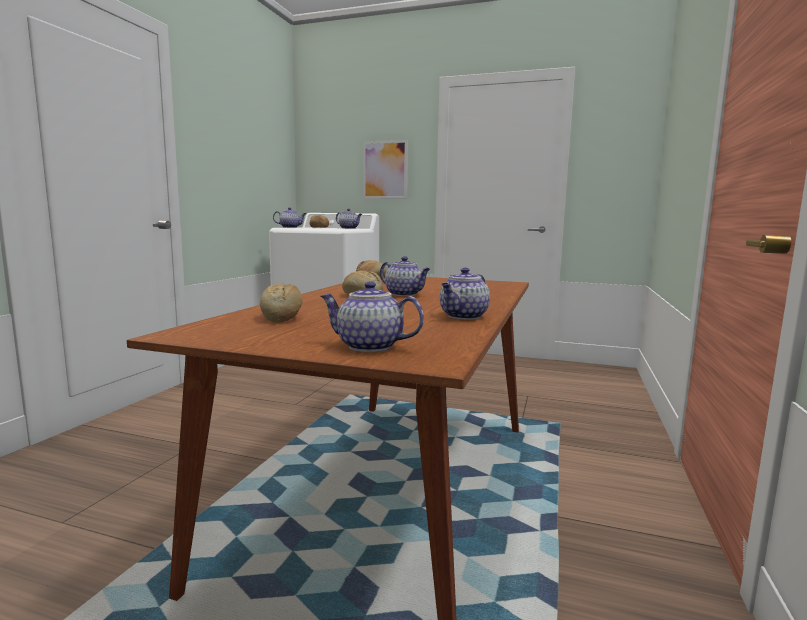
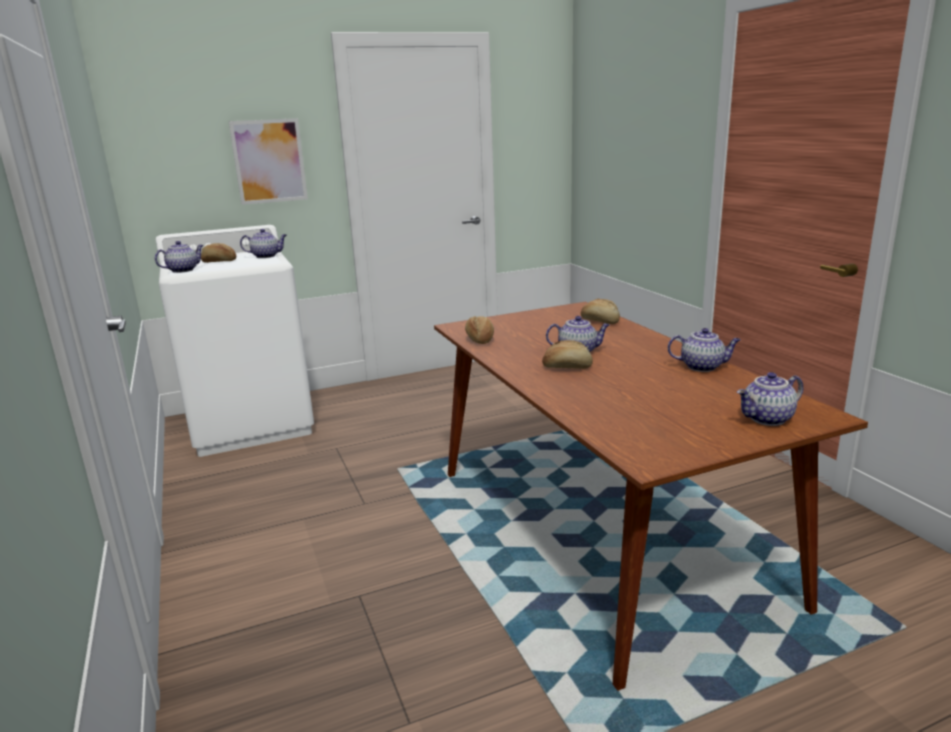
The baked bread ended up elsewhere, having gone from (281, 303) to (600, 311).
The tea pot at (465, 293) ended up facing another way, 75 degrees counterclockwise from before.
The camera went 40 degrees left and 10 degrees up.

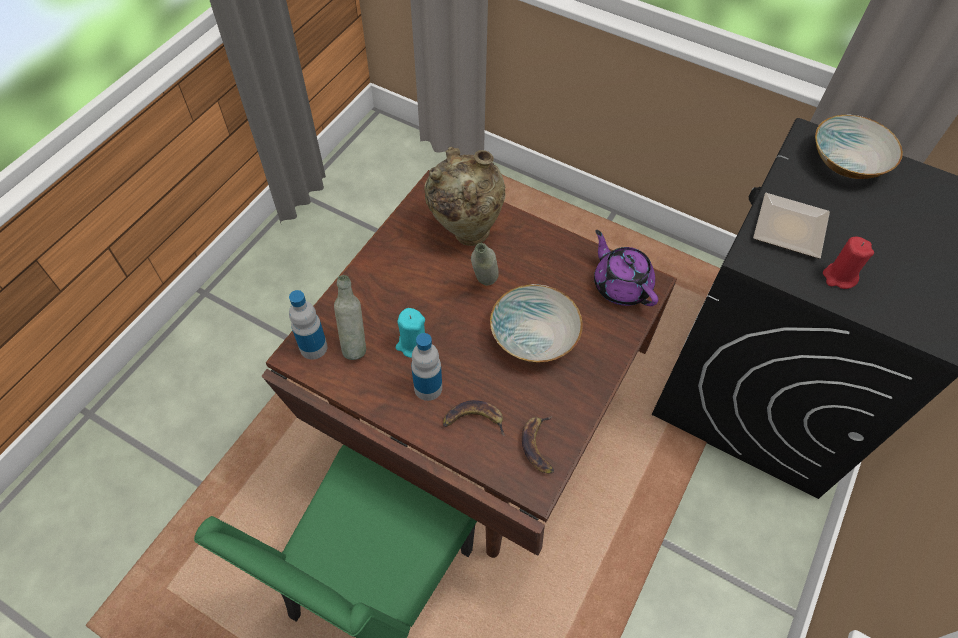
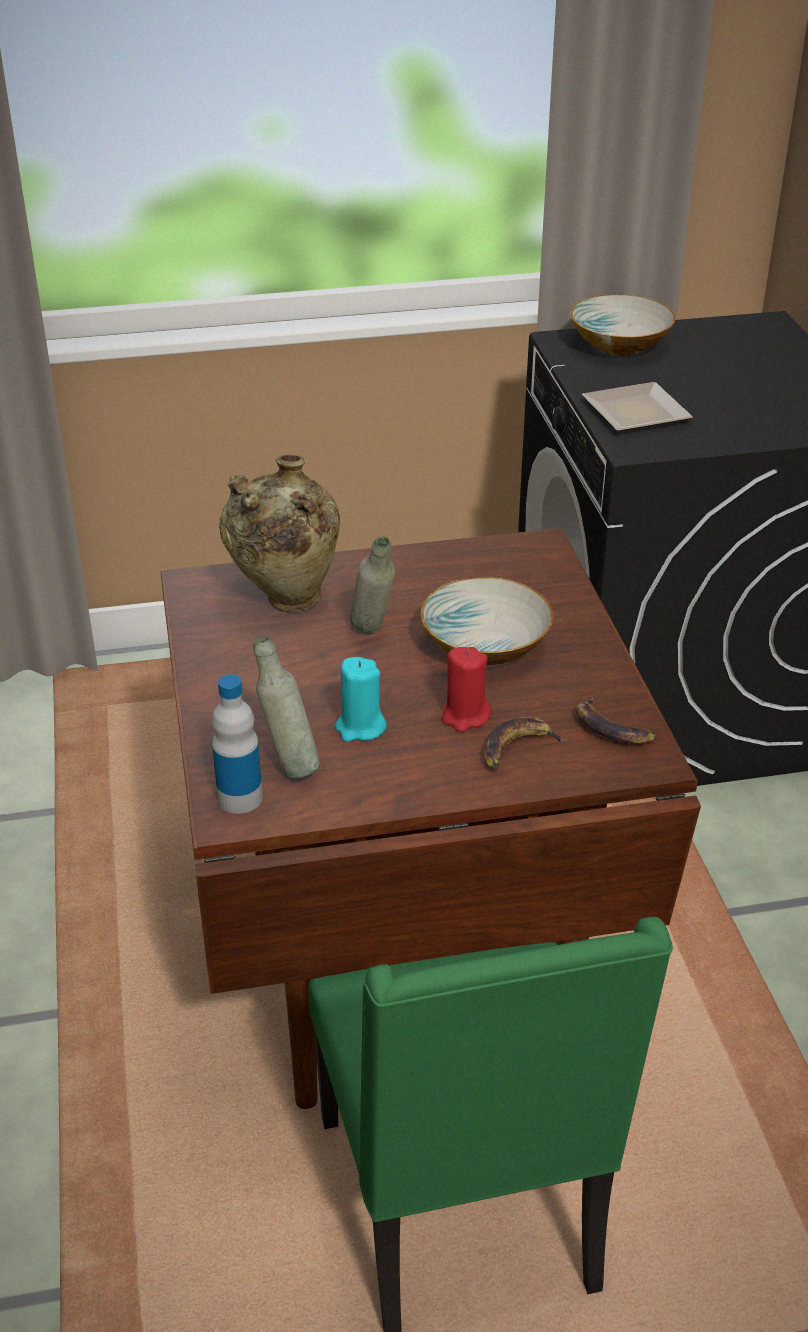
The second view lost the beverage bottle at (426, 367).
The second view lost the tea pot in purple-coloured at (626, 268).
The wax candle in red-coloured ended up elsewhere, having gone from (848, 263) to (466, 689).
The camera went 40 degrees left and 20 degrees down.

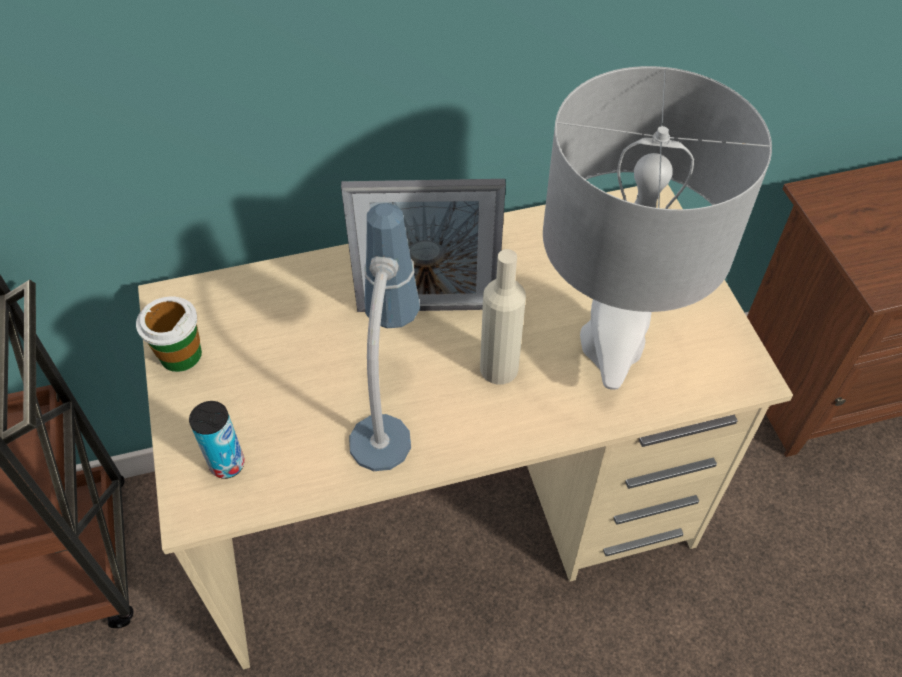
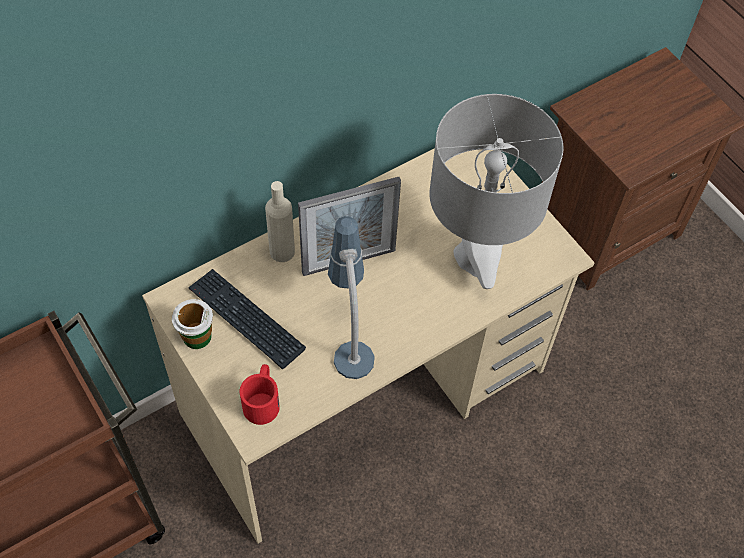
Where the metal can stood at (217, 440), the tea mug in red-coloured came to stand at (260, 394).
The beverage bottle in beige-coloured ended up elsewhere, having gone from (503, 317) to (280, 221).
The second view gained the computer keyboard at (247, 319).
The camera went 20 degrees left and 5 degrees up.

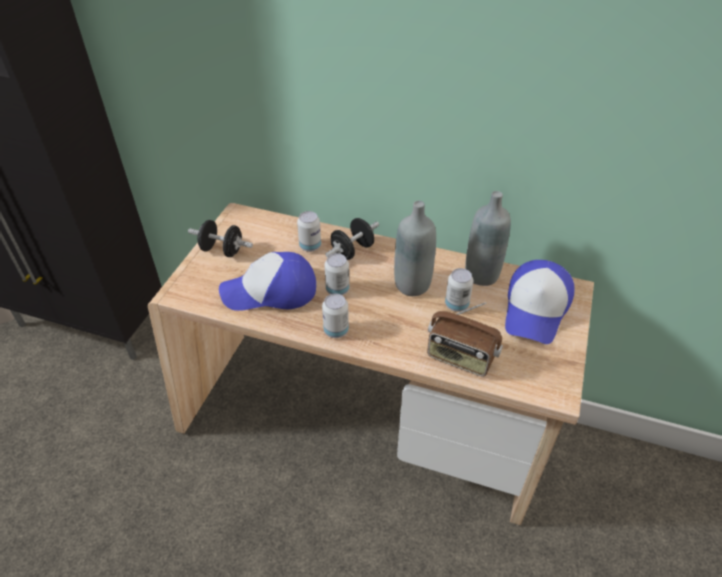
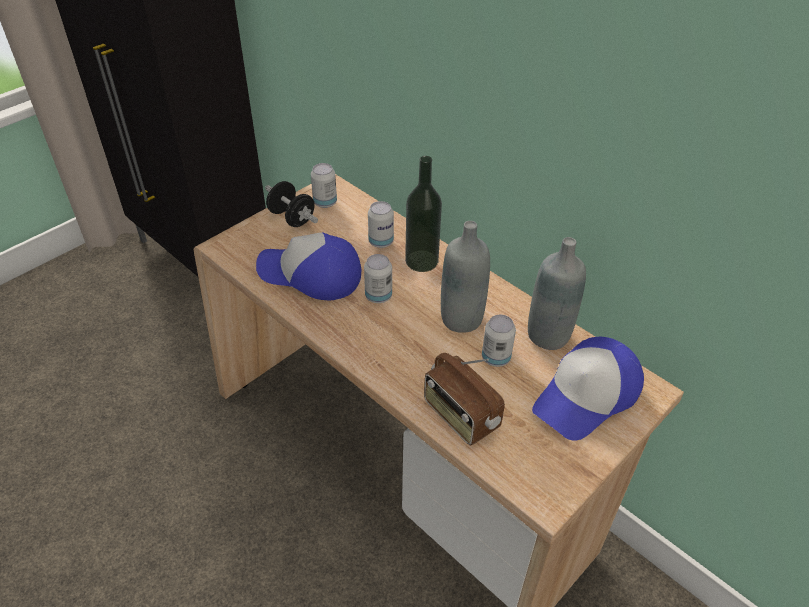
The metal can ended up elsewhere, having gone from (335, 315) to (324, 185).
Where the free weight in blackish stood at (352, 239), the beverage bottle came to stand at (423, 214).
The camera went 25 degrees right and 0 degrees up.

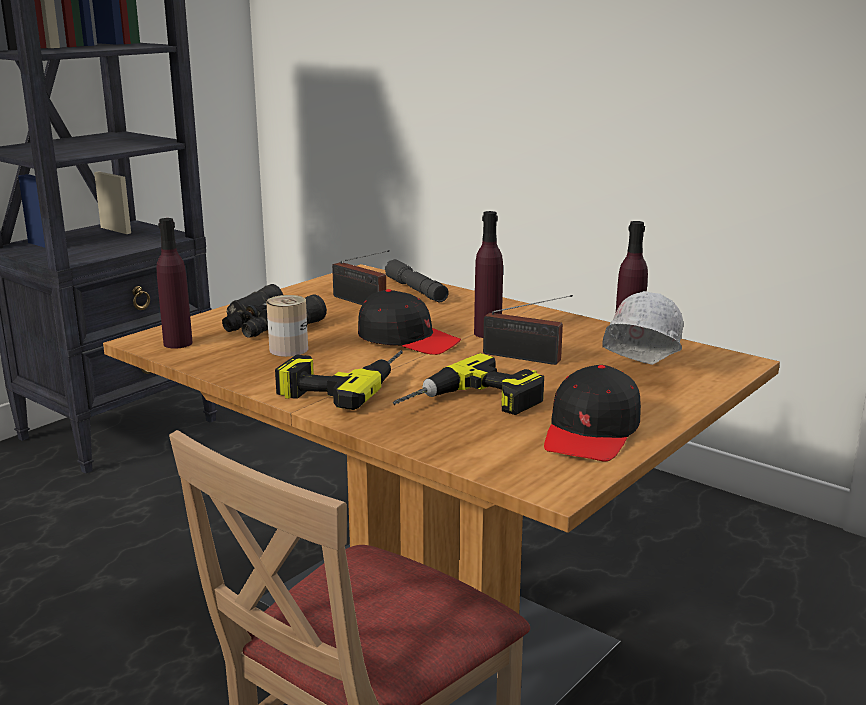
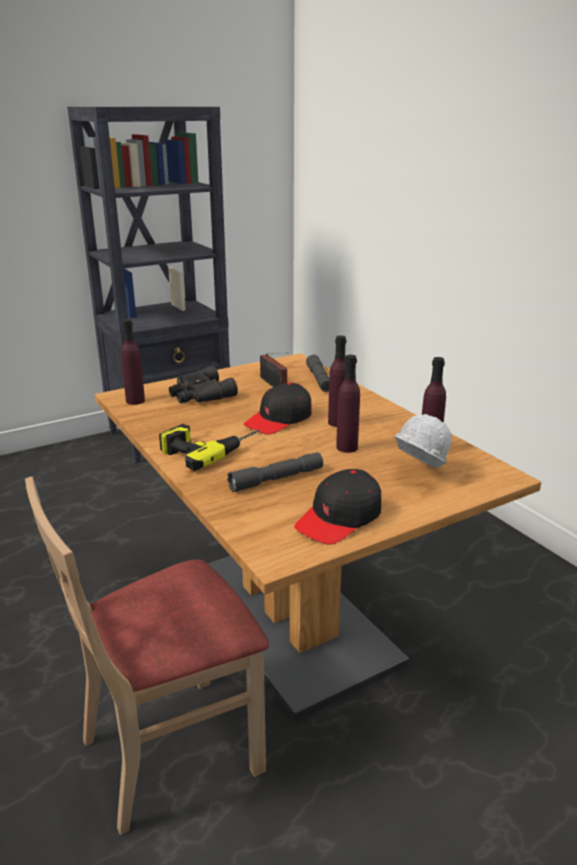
The second view lost the metal can at (287, 326).
The cap in blackish at (409, 322) ended up facing another way, 90 degrees clockwise from before.
Where the drill stood at (468, 384), the hand torch in gray came to stand at (275, 472).
Where the radio stood at (528, 330), the beverage bottle in purple-coloured came to stand at (348, 404).
The camera went 20 degrees right and 5 degrees up.

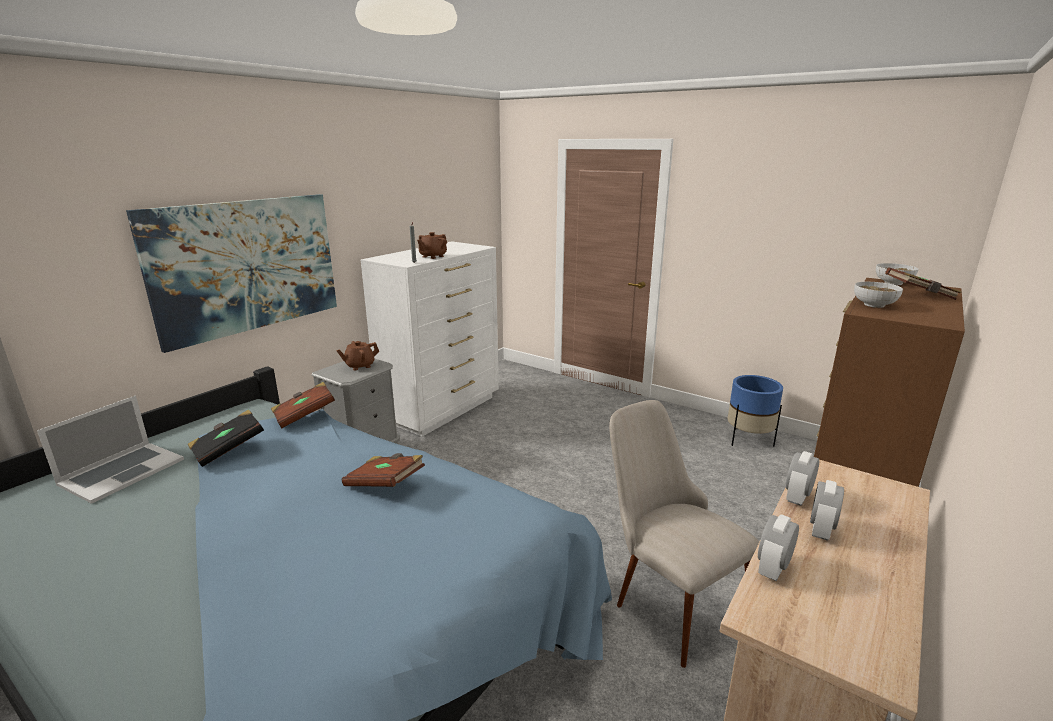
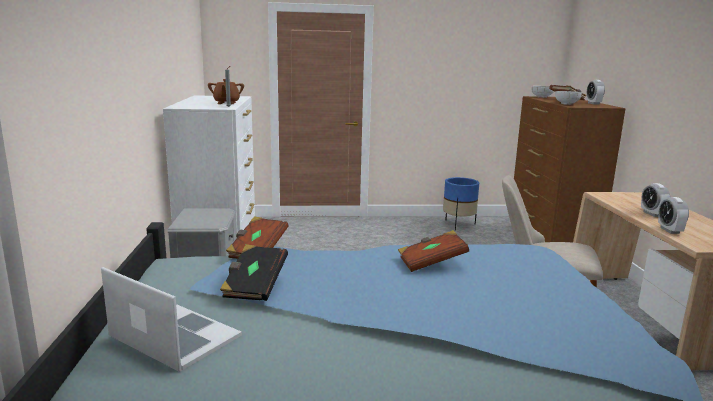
The notebook computer at (110, 450) ended up facing another way, 45 degrees counterclockwise from before.
The second view lost the wall art at (231, 273).
The second view lost the tea pot in brown at (357, 355).
The alarm clock ended up elsewhere, having gone from (802, 478) to (596, 92).
The camera went 40 degrees left and 5 degrees down.

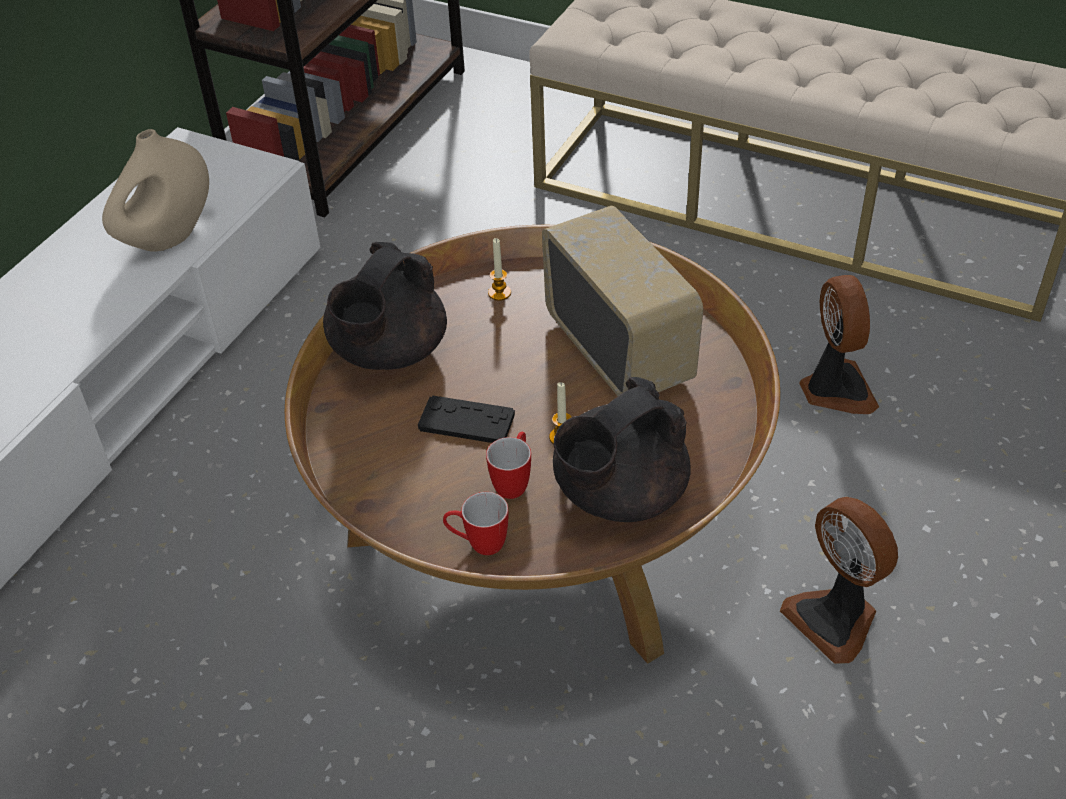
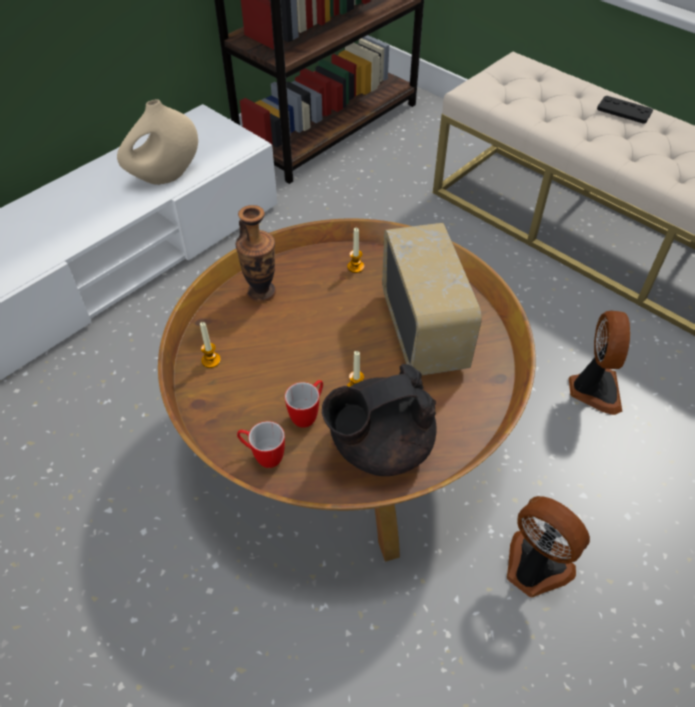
Where the tea pot in blackish stood at (385, 306), the flower vase came to stand at (256, 253).
The gamepad in blackish ended up elsewhere, having gone from (466, 419) to (625, 109).
The fan at (839, 580) ended up facing another way, 150 degrees clockwise from before.
The second view gained the wax candle at (210, 345).
The camera went 15 degrees right and 5 degrees up.

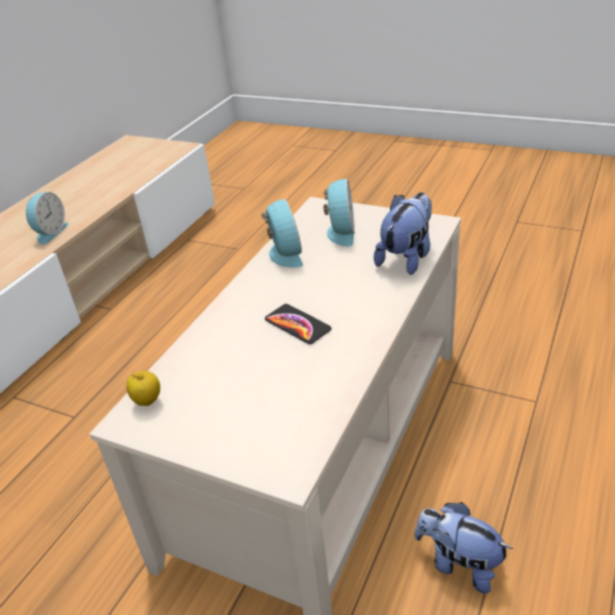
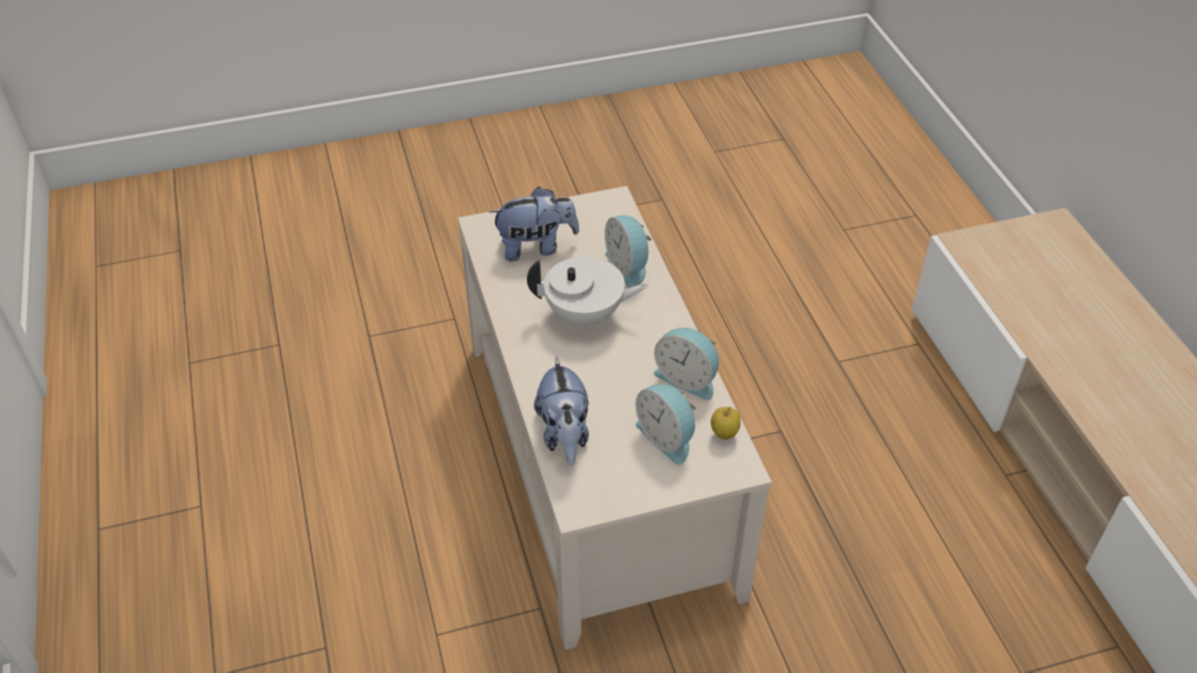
The alarm clock ended up elsewhere, having gone from (47, 218) to (628, 251).
The whole apple ended up elsewhere, having gone from (143, 388) to (725, 423).
Where the telephone stood at (298, 324), the tea pot in whitish came to stand at (587, 293).
The plush toy ended up elsewhere, having gone from (464, 548) to (534, 224).
The camera went 135 degrees right and 10 degrees up.

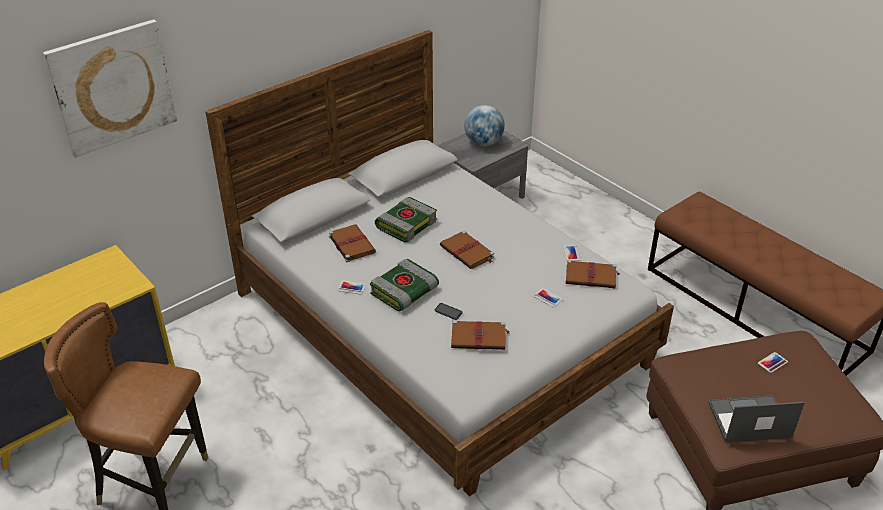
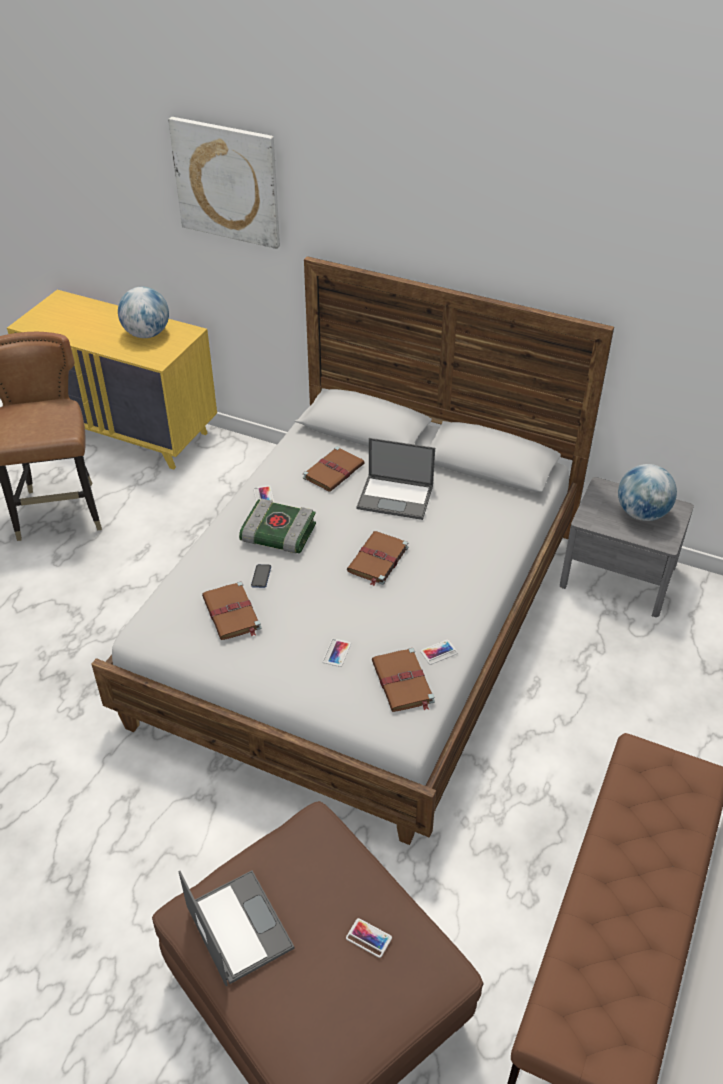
Where the bound book stood at (406, 220), the notebook computer came to stand at (396, 479).
The second view gained the globe at (143, 312).
The camera went 65 degrees right and 5 degrees up.

